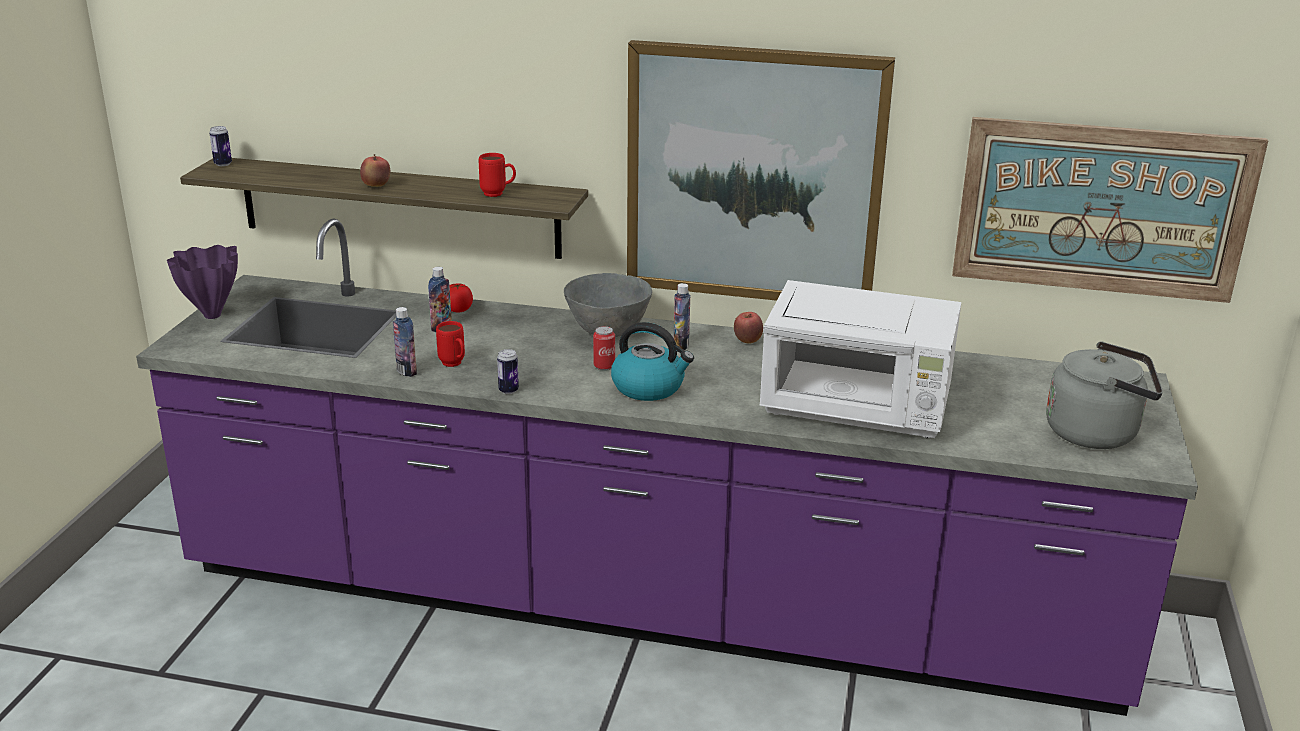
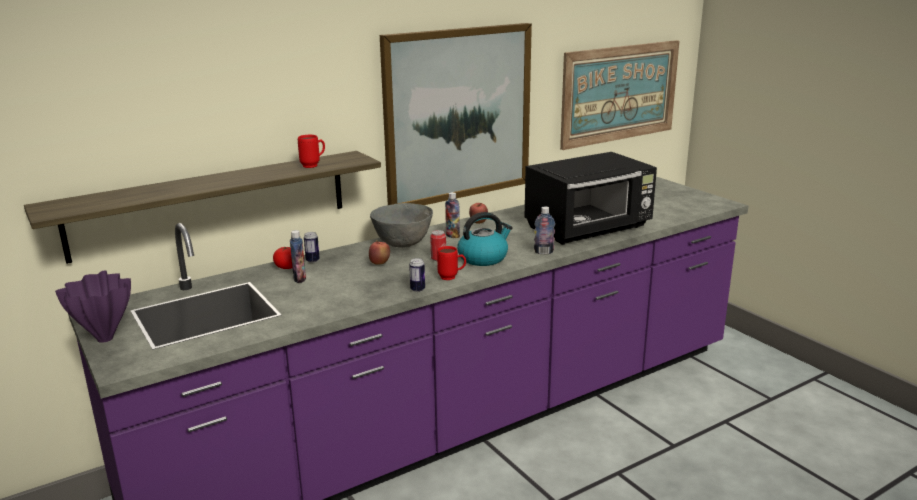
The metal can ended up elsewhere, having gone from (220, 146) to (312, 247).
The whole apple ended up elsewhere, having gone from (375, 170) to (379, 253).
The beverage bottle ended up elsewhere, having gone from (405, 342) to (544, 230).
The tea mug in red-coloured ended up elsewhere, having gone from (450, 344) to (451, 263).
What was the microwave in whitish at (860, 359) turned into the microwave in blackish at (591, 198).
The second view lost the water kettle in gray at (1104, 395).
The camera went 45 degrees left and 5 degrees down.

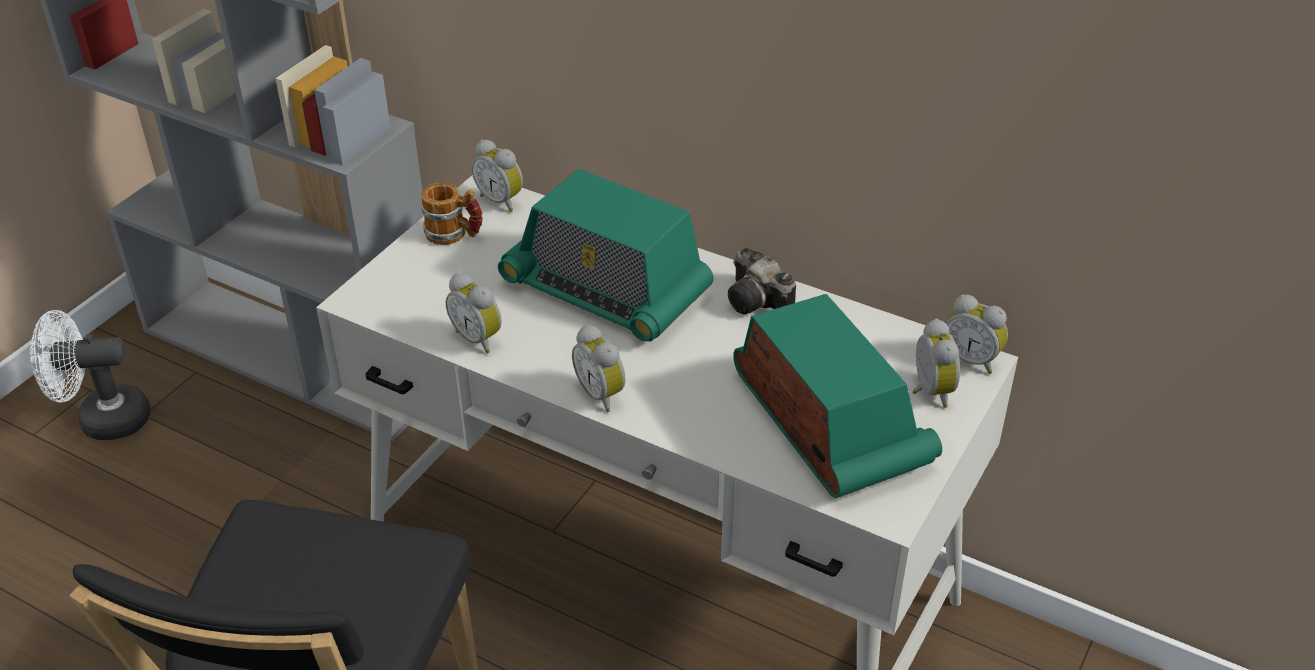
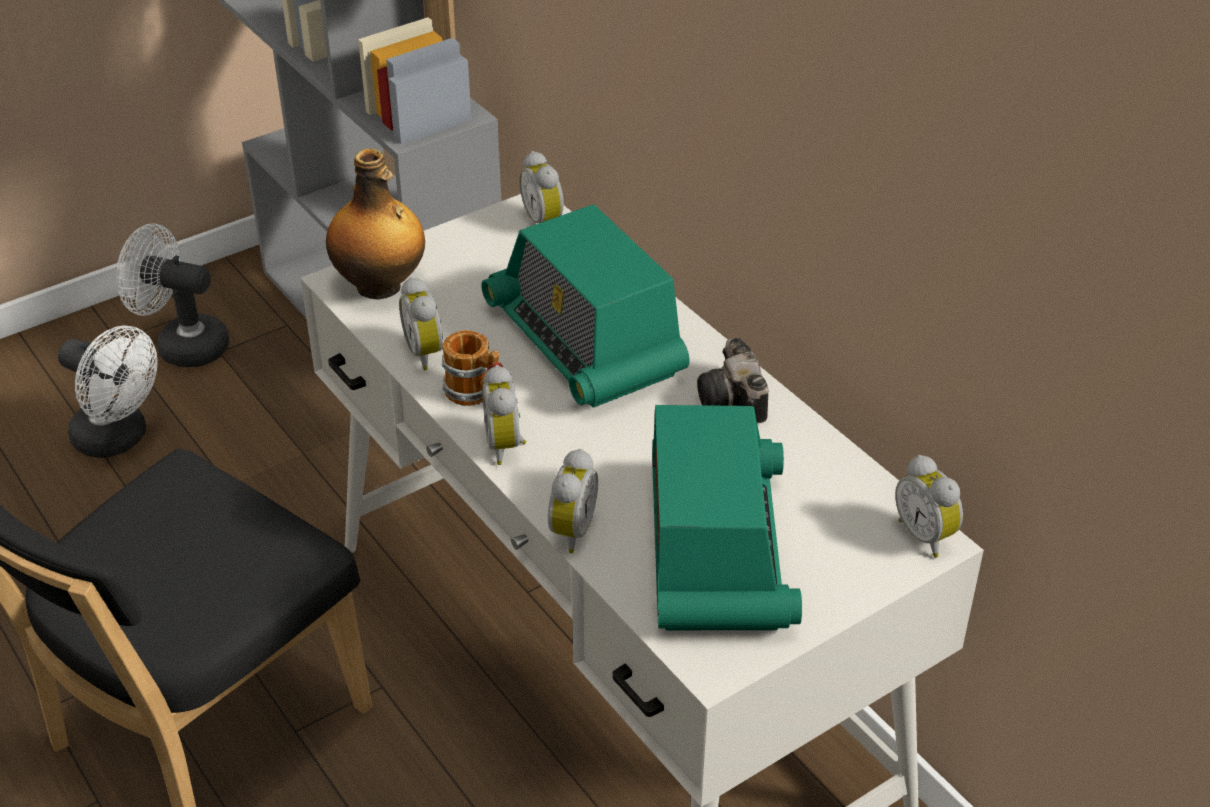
The tea mug ended up elsewhere, having gone from (452, 214) to (472, 368).
The alarm clock ended up elsewhere, having gone from (936, 363) to (573, 501).
The second view gained the fan in whitish at (108, 391).
The second view gained the beverage bottle at (375, 224).
The camera went 25 degrees right and 0 degrees up.

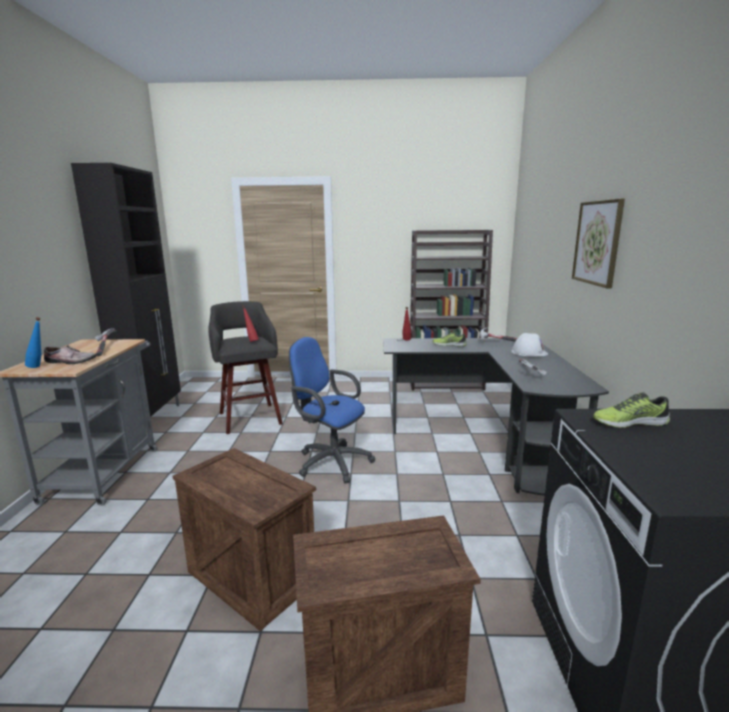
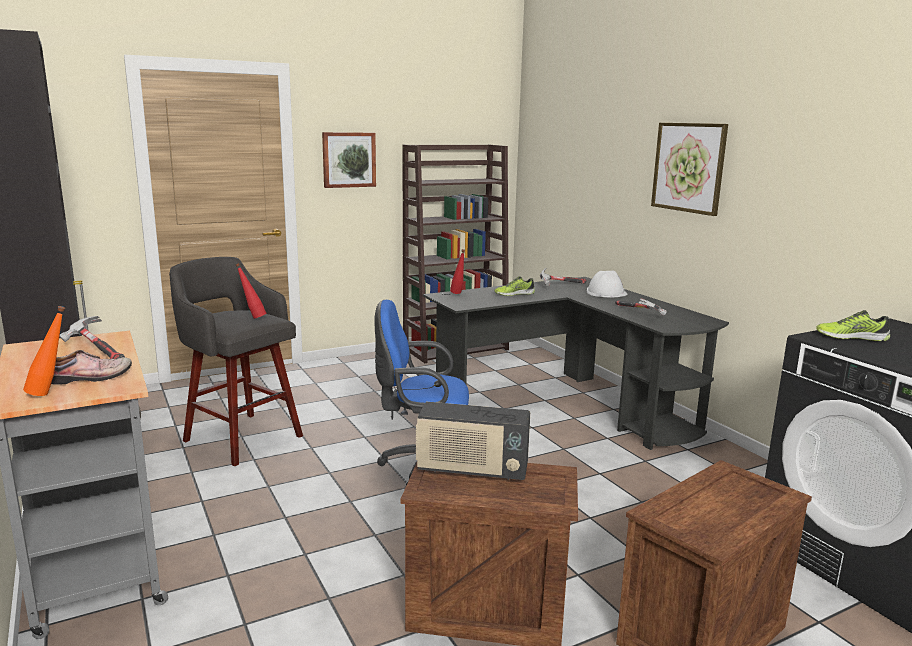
What was the beverage bottle in blue at (33, 342) turned into the beverage bottle in orange at (44, 351).
The item of footwear at (631, 410) ended up facing another way, 45 degrees clockwise from before.
The second view gained the wall art at (349, 160).
The second view gained the radio at (473, 441).
The camera went 30 degrees left and 0 degrees up.

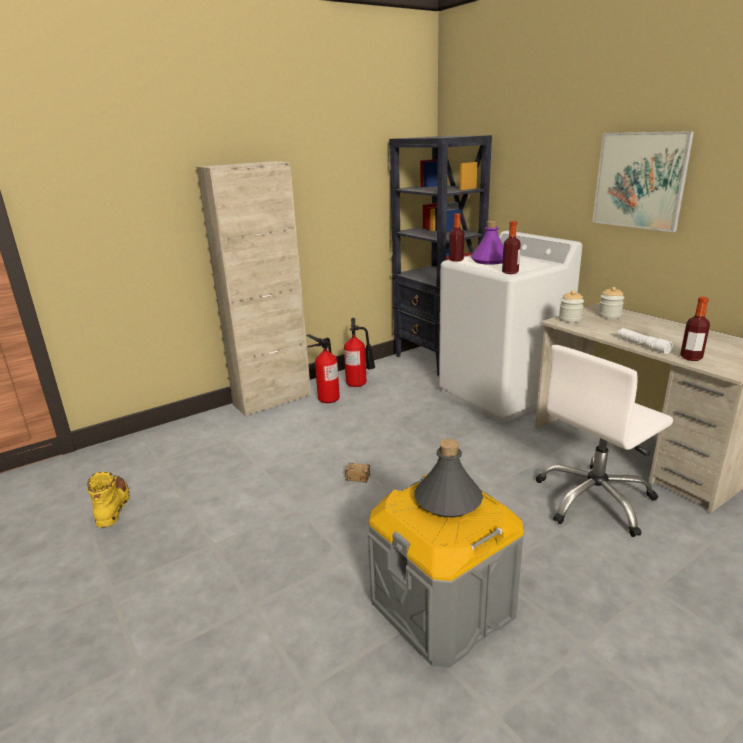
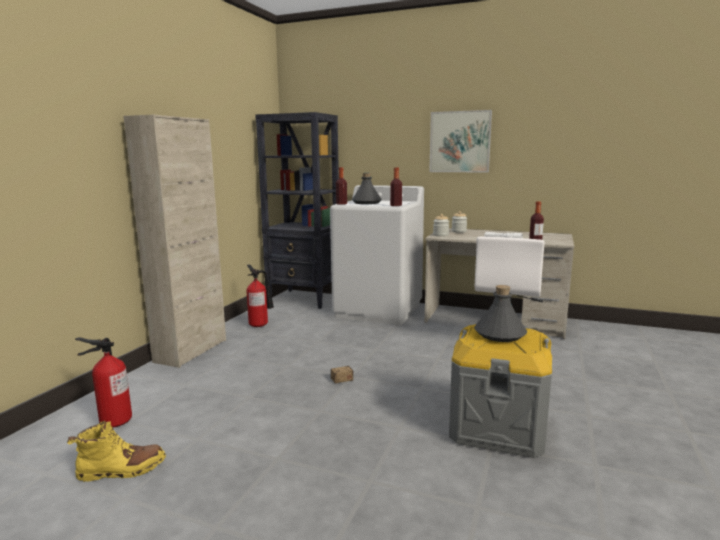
The boot in yellow at (108, 500) ended up facing another way, 120 degrees clockwise from before.
The fire-fighting cylinder ended up elsewhere, having gone from (323, 368) to (103, 383).
What was the beverage bottle in purple-coloured at (487, 243) turned into the beverage bottle in gray at (367, 188).
The camera went 35 degrees left and 10 degrees down.

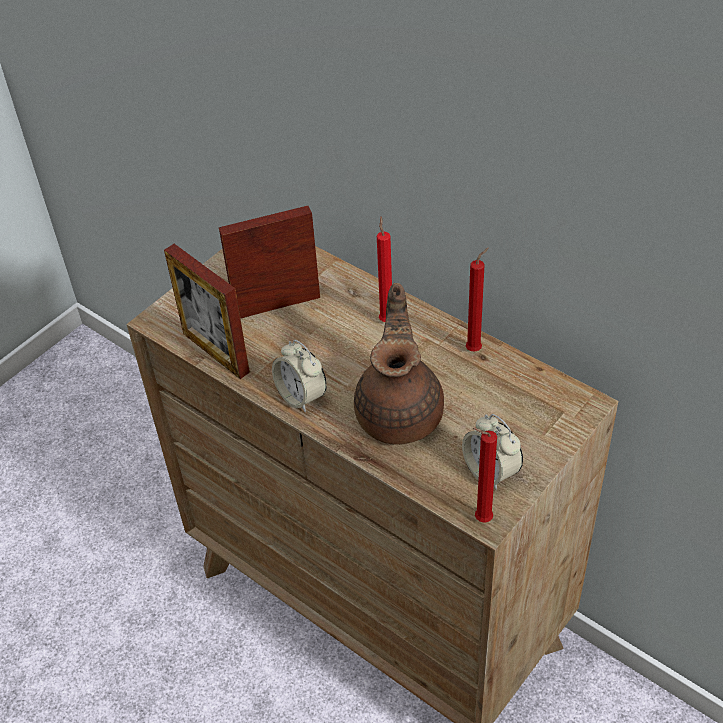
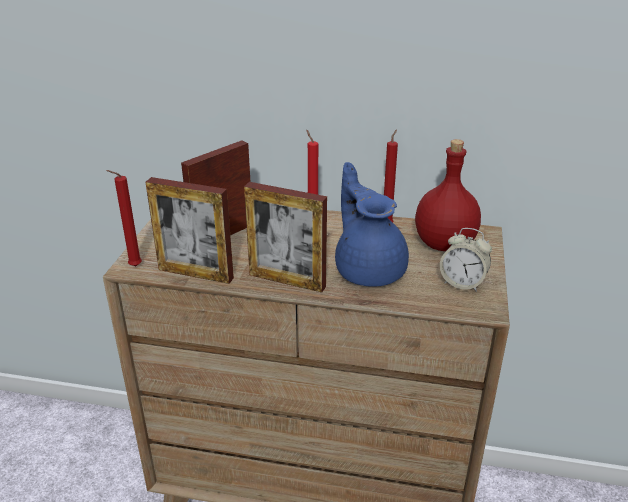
Where the alarm clock stood at (299, 376), the standing frame came to stand at (285, 237).
What was the tea pot in brown at (399, 364) turned into the tea pot in blue at (372, 224).
The wax candle in red-coloured ended up elsewhere, having gone from (485, 475) to (124, 218).
The second view gained the beverage bottle in red-coloured at (448, 195).
The camera went 30 degrees left and 15 degrees down.

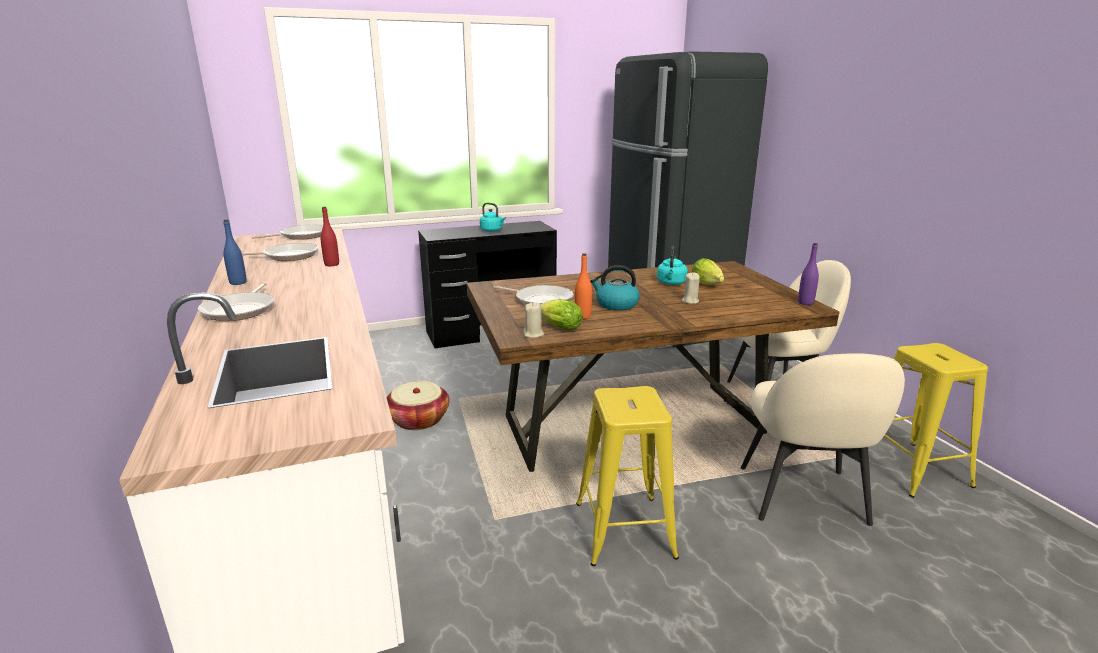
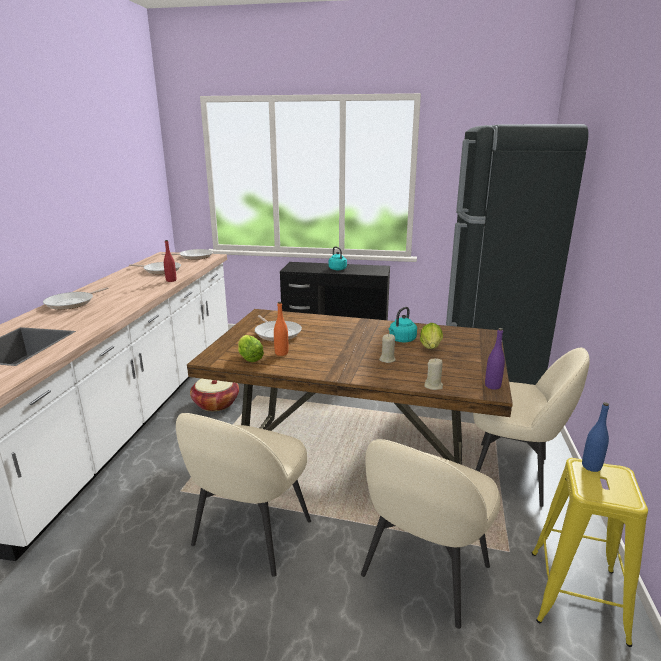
The beverage bottle in blue ended up elsewhere, having gone from (235, 252) to (595, 437).
The wax candle in beige-coloured ended up elsewhere, having gone from (533, 320) to (433, 374).
Where the sitting stool in yellow stood at (627, 476), the upright chair in beige-coloured came to stand at (243, 495).
The second view lost the water kettle at (615, 288).
The camera went 30 degrees right and 0 degrees up.

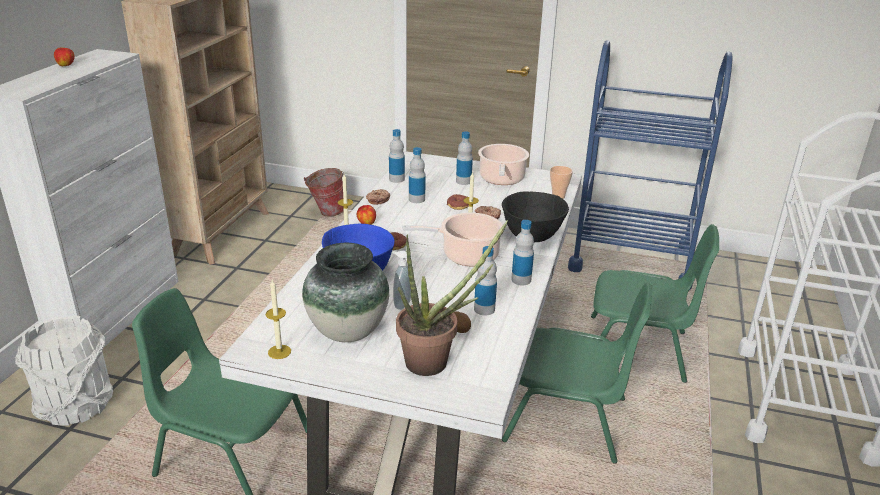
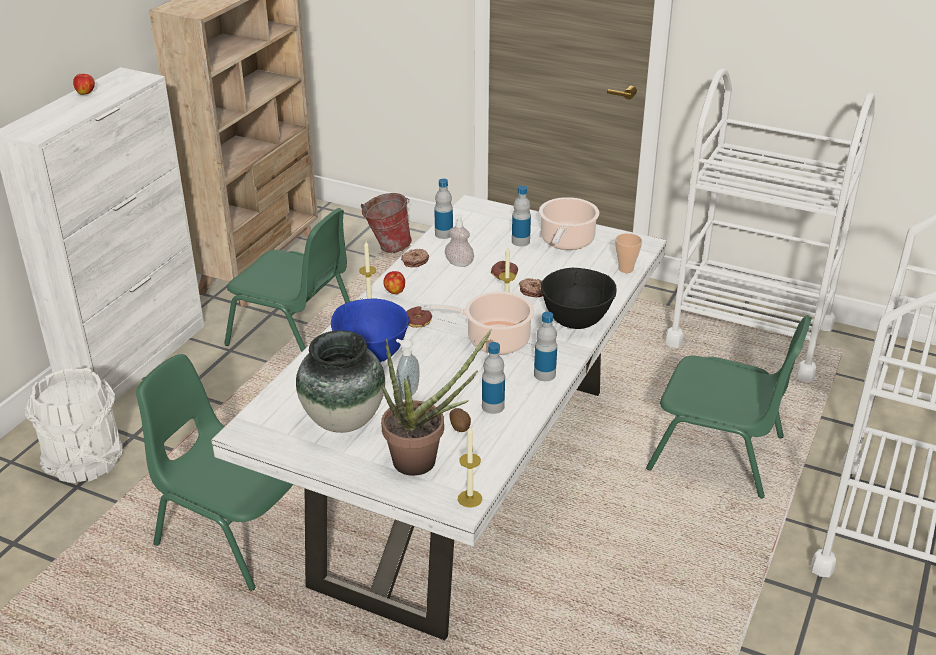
The wax candle ended up elsewhere, having gone from (278, 319) to (470, 467).
Where the beverage bottle stood at (417, 175), the liquid soap bottle came to stand at (459, 240).
The upright chair in green ended up elsewhere, having gone from (577, 373) to (287, 280).
What was the wheeled cart in blue at (650, 165) turned into the wheeled cart in whitish at (770, 225).
The camera went 10 degrees right and 5 degrees up.

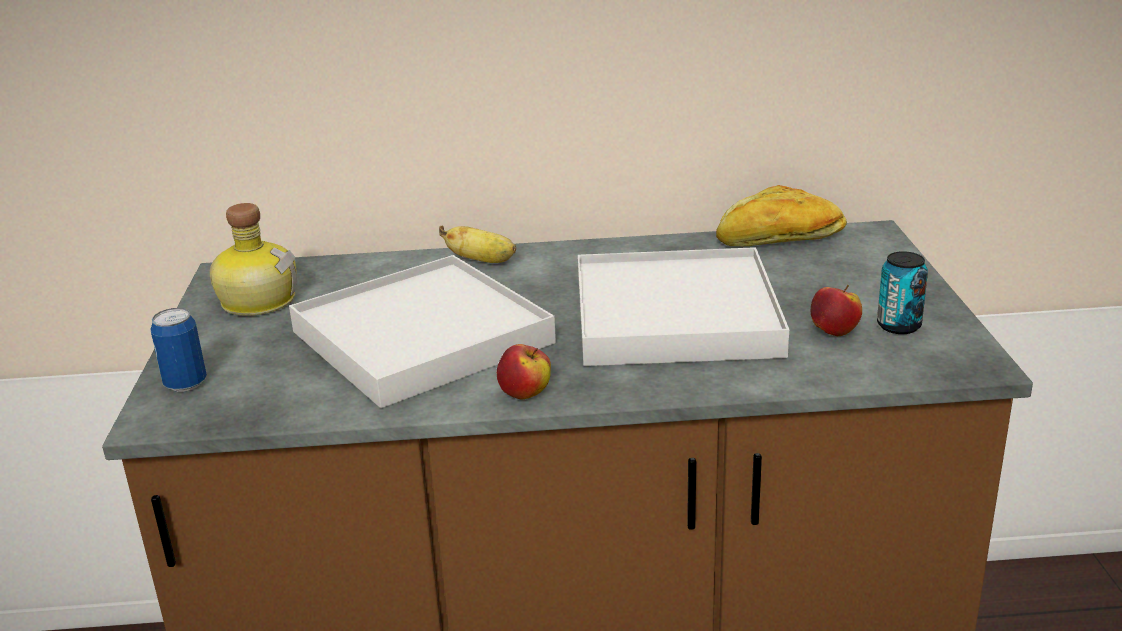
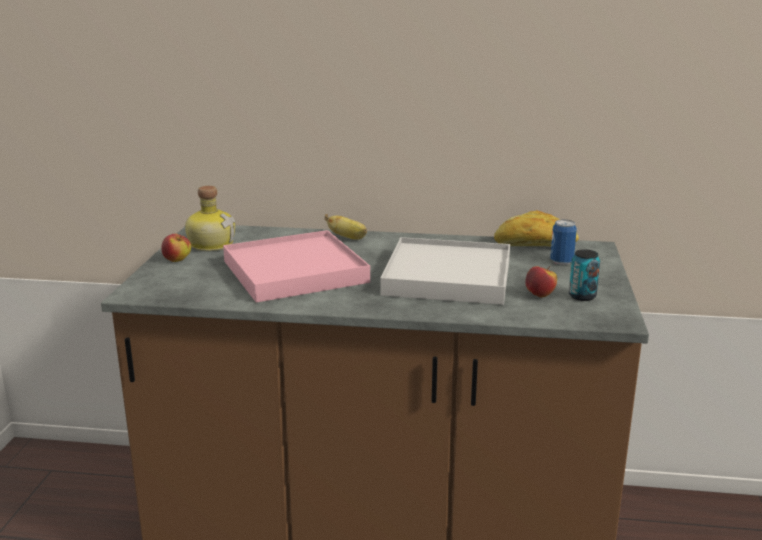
The metal can ended up elsewhere, having gone from (179, 350) to (563, 242).
What was the carrying tray in whitish at (422, 331) turned into the carrying tray in pinkish at (296, 266).
The whole apple ended up elsewhere, having gone from (524, 372) to (176, 248).
The camera went 10 degrees right and 5 degrees down.

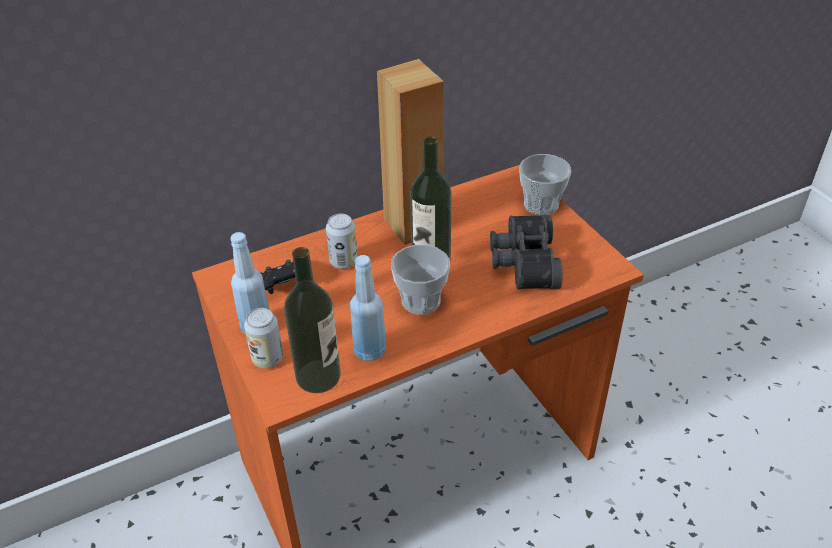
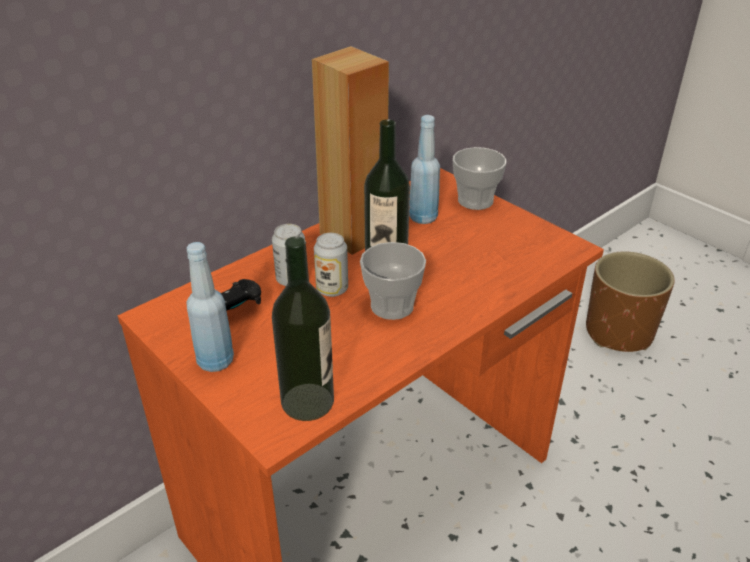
The metal can ended up elsewhere, having gone from (263, 338) to (331, 265).
The beverage bottle in blue ended up elsewhere, having gone from (368, 308) to (424, 169).
The second view lost the binoculars in blackish at (526, 252).
The second view gained the flower pot in brown at (630, 302).
The camera went 15 degrees left and 5 degrees down.

